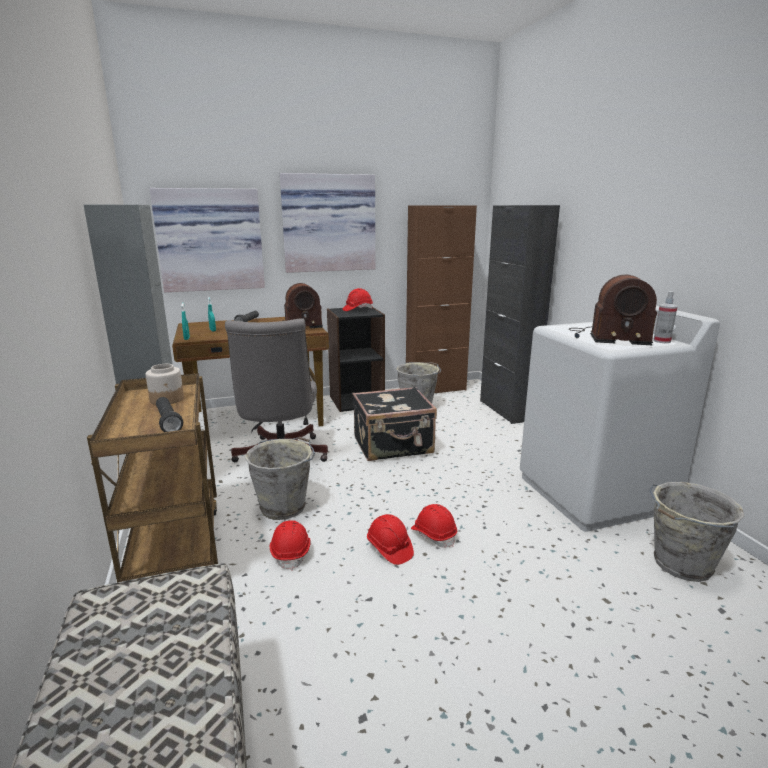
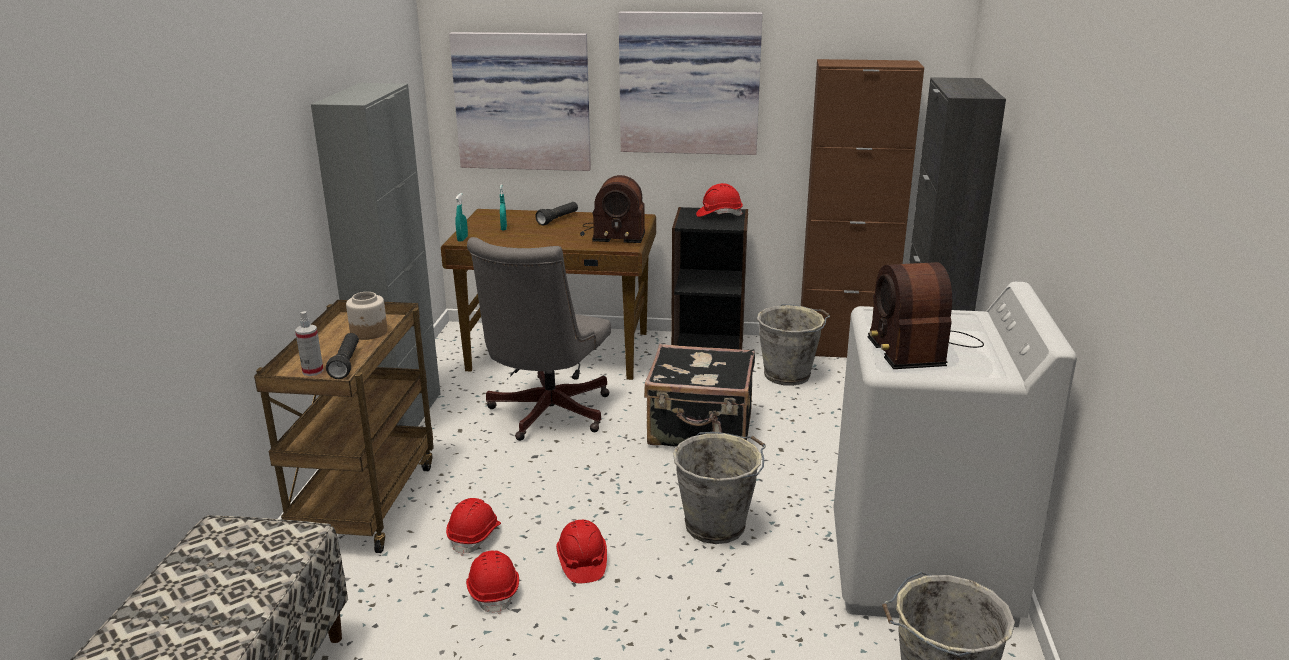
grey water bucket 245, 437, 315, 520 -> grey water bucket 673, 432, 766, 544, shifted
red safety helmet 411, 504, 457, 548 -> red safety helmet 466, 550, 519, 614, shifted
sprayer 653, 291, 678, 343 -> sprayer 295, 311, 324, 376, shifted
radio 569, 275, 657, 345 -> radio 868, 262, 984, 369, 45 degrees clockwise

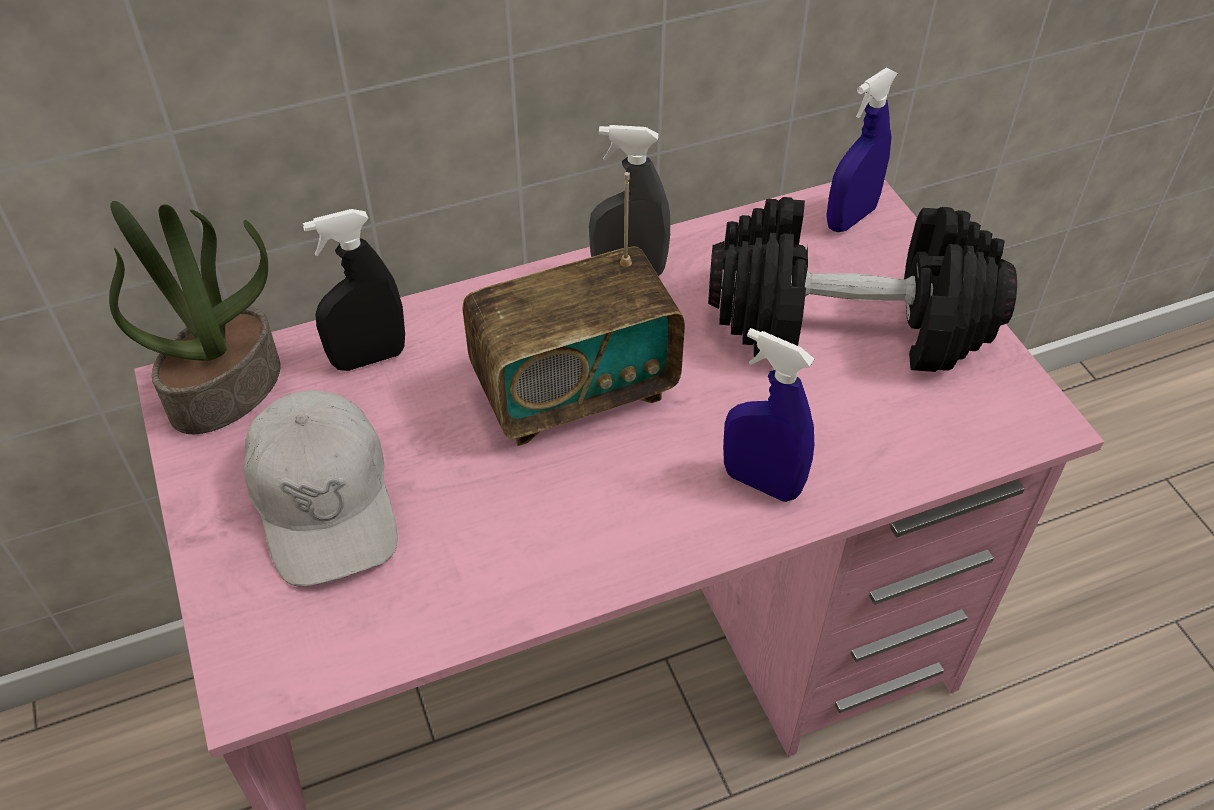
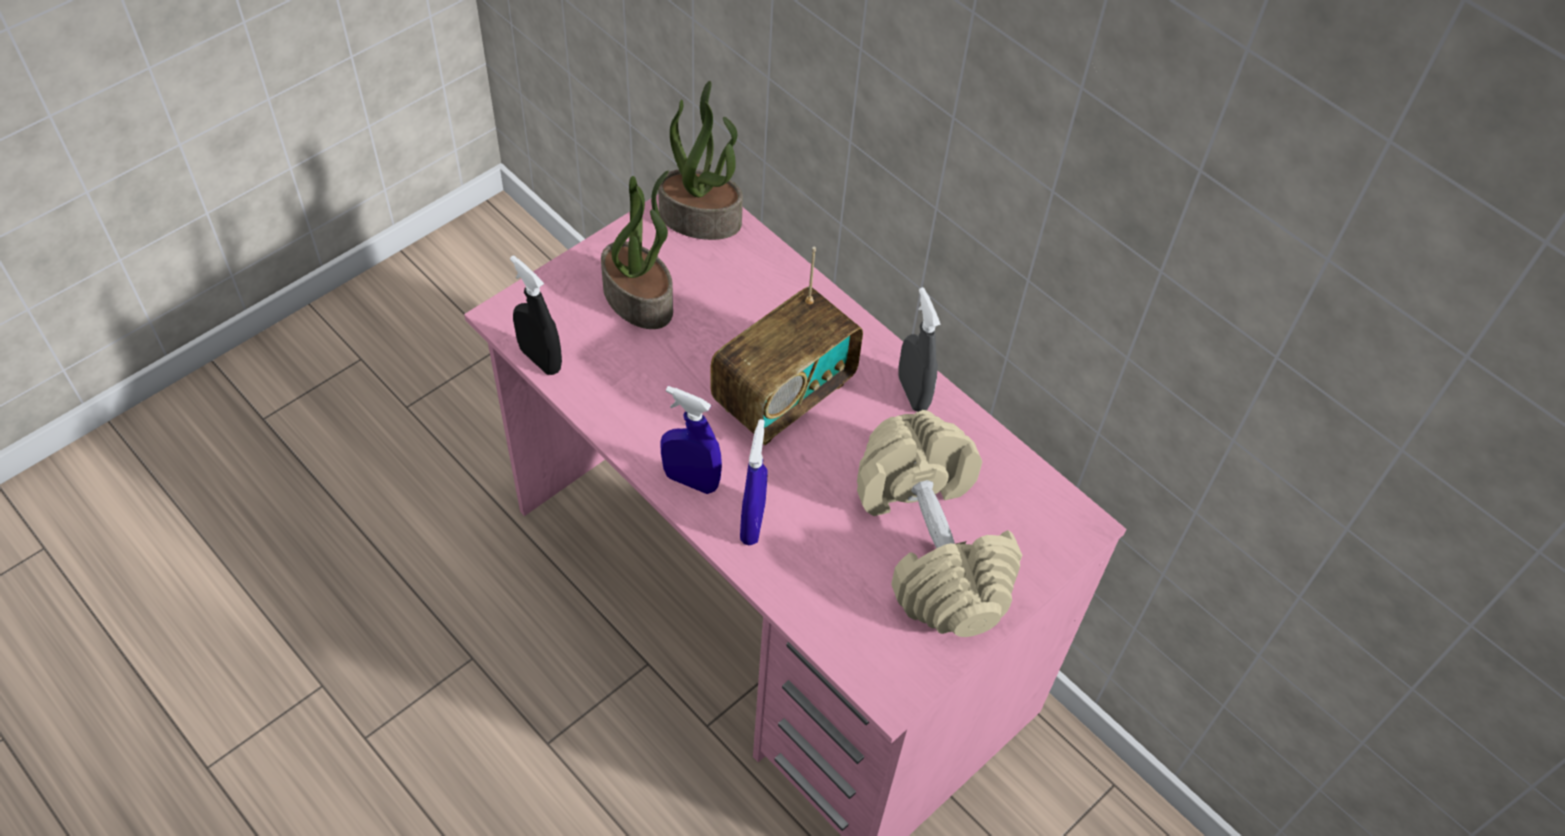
blackish sprayer 303, 209, 405, 371 -> blackish sprayer 510, 255, 562, 375, shifted
blue sprayer 826, 68, 898, 232 -> blue sprayer 660, 386, 722, 494, shifted
white-coloured peaked cap 244, 390, 398, 586 -> potted plant 601, 171, 673, 329
blackish free weight 708, 197, 1017, 372 -> sand-coloured free weight 857, 410, 1022, 637
radio 462, 172, 685, 446 -> radio 710, 247, 863, 445, 90 degrees counterclockwise

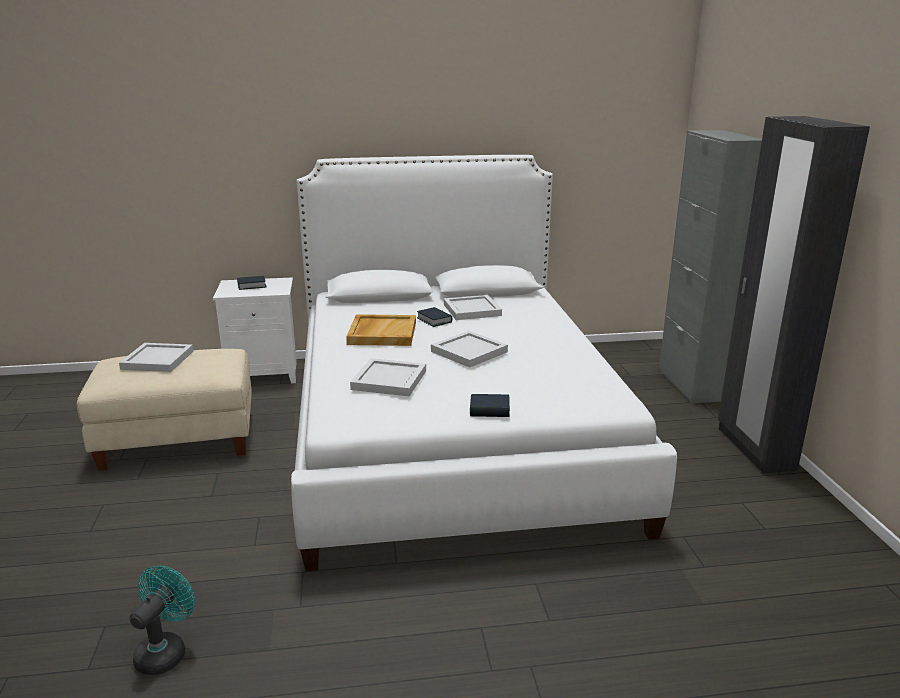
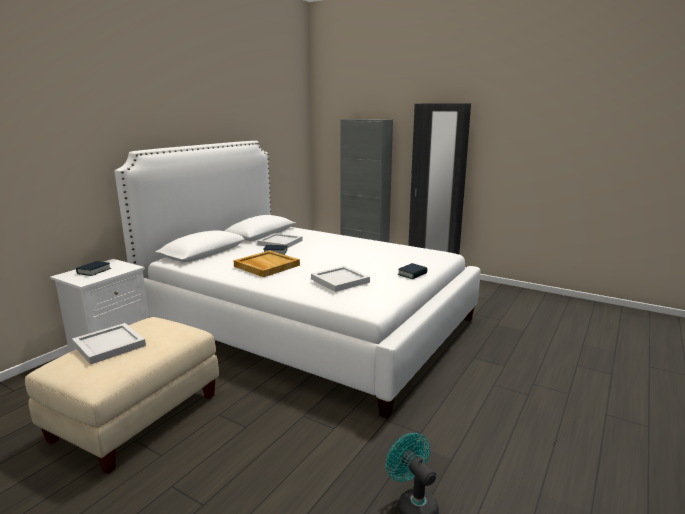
white-coloured tray 431, 331, 508, 368 -> none

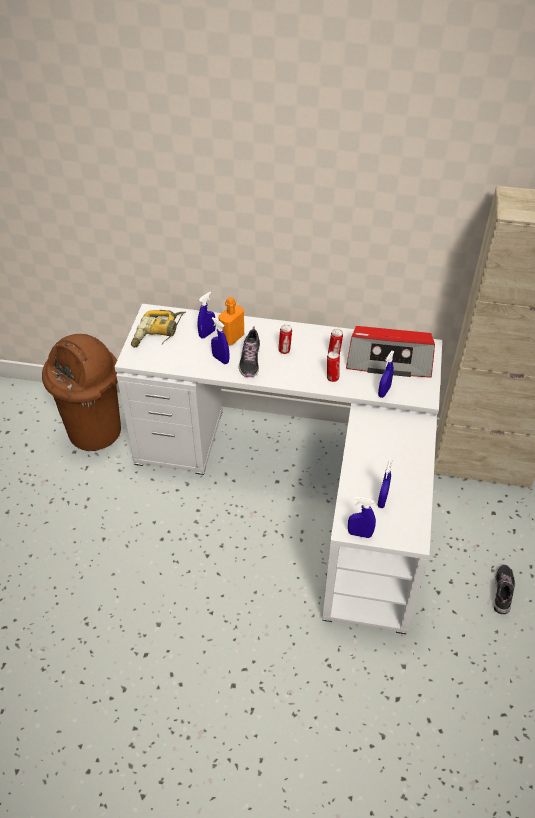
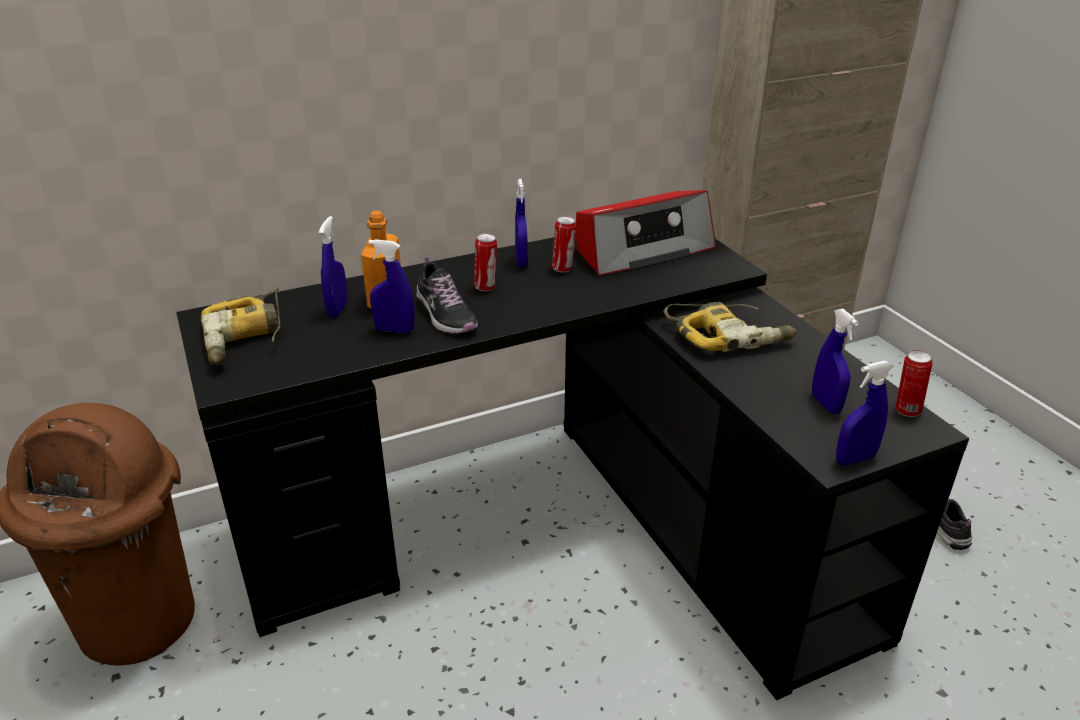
none -> power drill 663, 302, 797, 352
metal can 327, 351, 340, 382 -> metal can 896, 350, 933, 417, shifted
blue sprayer 378, 351, 394, 398 -> blue sprayer 515, 179, 528, 268, shifted
white-coloured desk table 115, 304, 442, 634 -> blackish desk table 176, 233, 969, 700

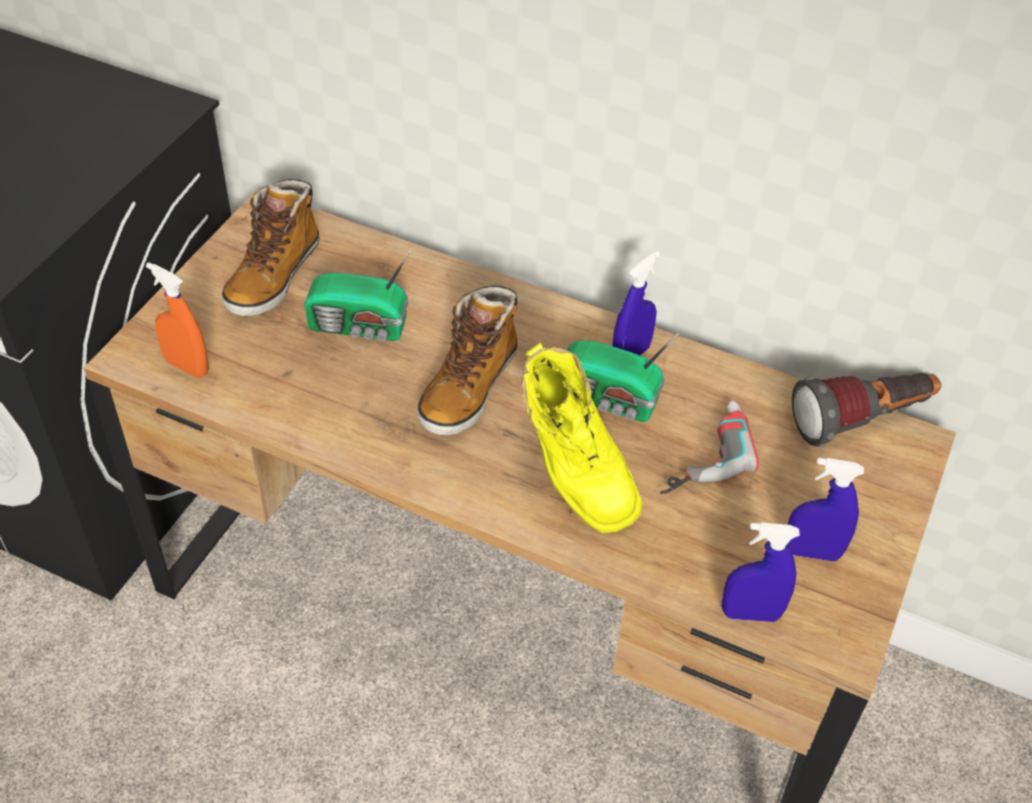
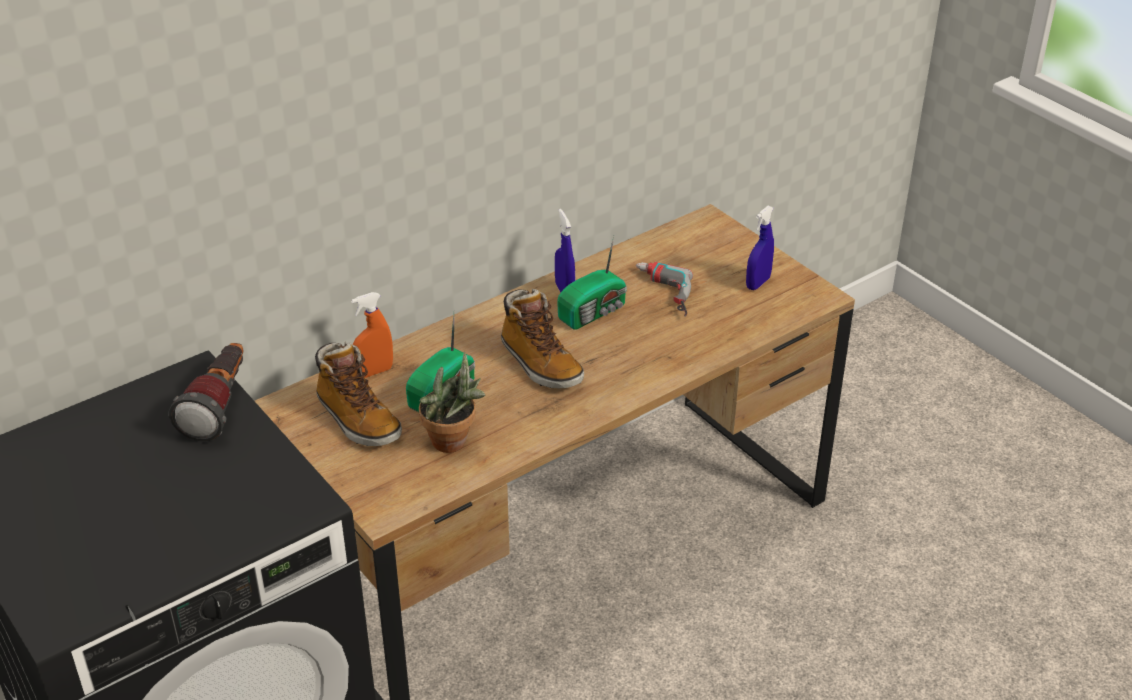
yellow boot 522, 343, 643, 533 -> none
blue sprayer 722, 522, 800, 622 -> none
none -> potted plant 419, 352, 485, 453
orangey sprayer 146, 262, 209, 378 -> orangey sprayer 351, 292, 393, 378, shifted
flashlight 792, 373, 941, 447 -> flashlight 169, 343, 243, 441, shifted

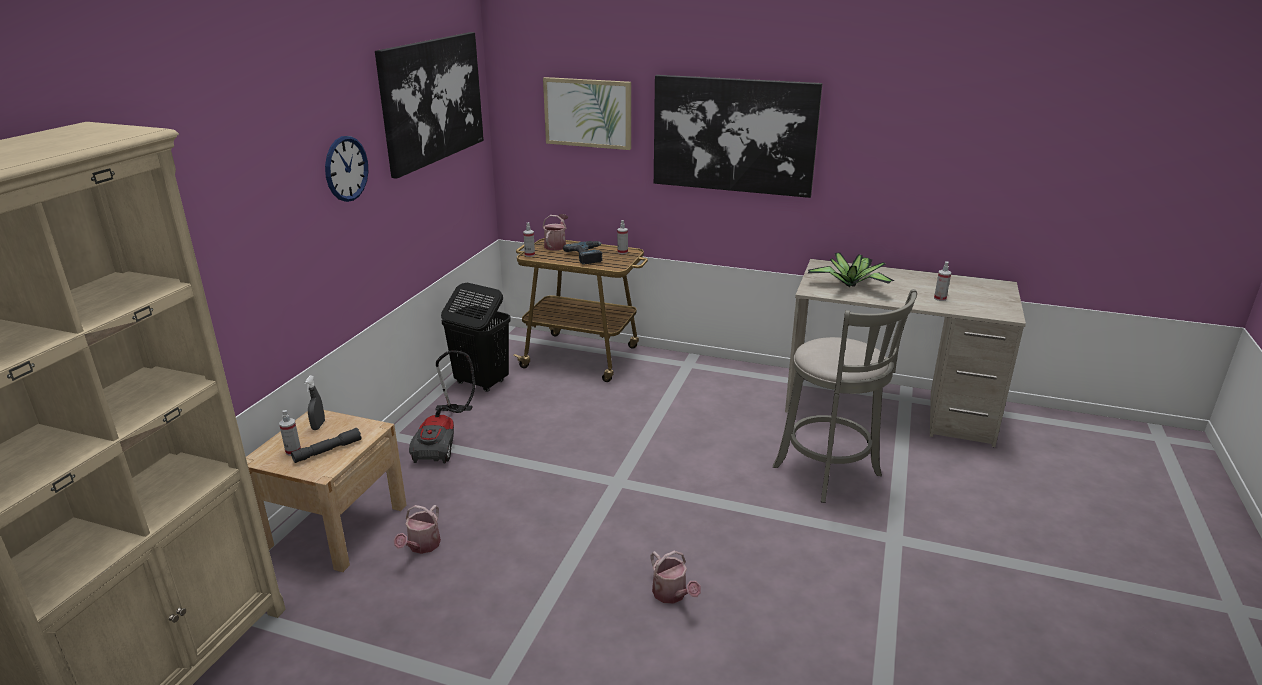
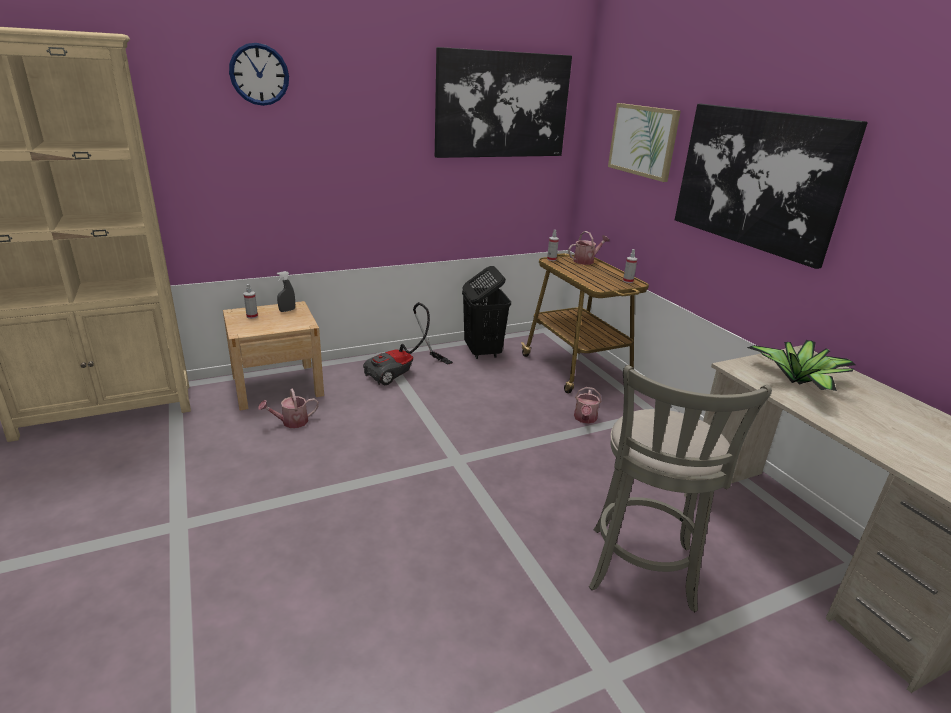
grey flashlight 291, 428, 362, 463 -> none
power drill 563, 241, 603, 265 -> none
sprayer 934, 262, 951, 301 -> none
hanging clock 325, 136, 368, 202 -> hanging clock 229, 43, 289, 106, shifted
watering can 650, 551, 701, 604 -> watering can 574, 387, 601, 424, shifted

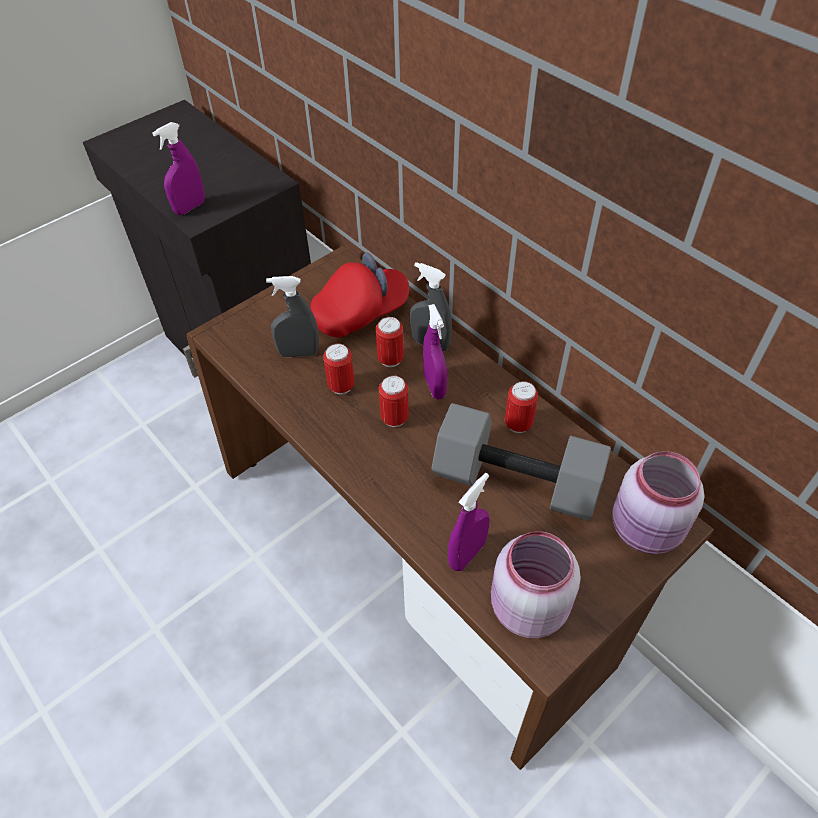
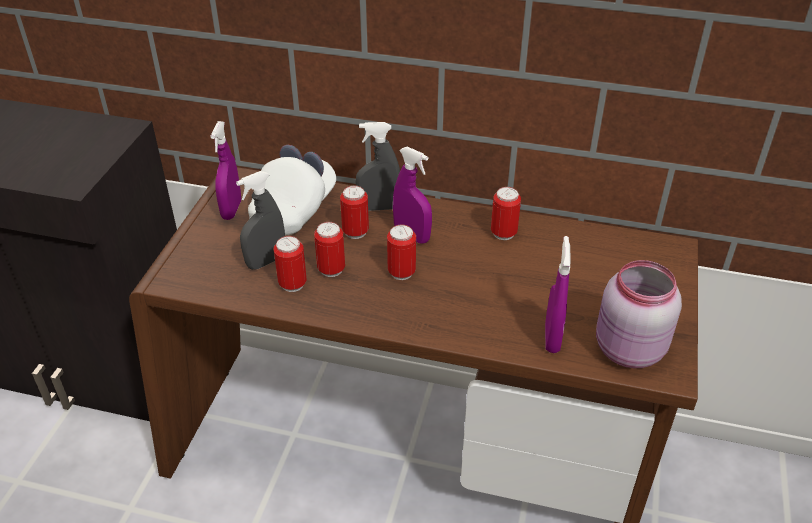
grey free weight 431, 403, 611, 521 -> none
pink storage jar 612, 451, 704, 554 -> none
none -> metal can 274, 236, 307, 292
purplish sprayer 152, 122, 205, 215 -> purplish sprayer 210, 121, 241, 220, shifted
red peaked cap 310, 252, 409, 338 -> white-coloured peaked cap 248, 145, 336, 235

